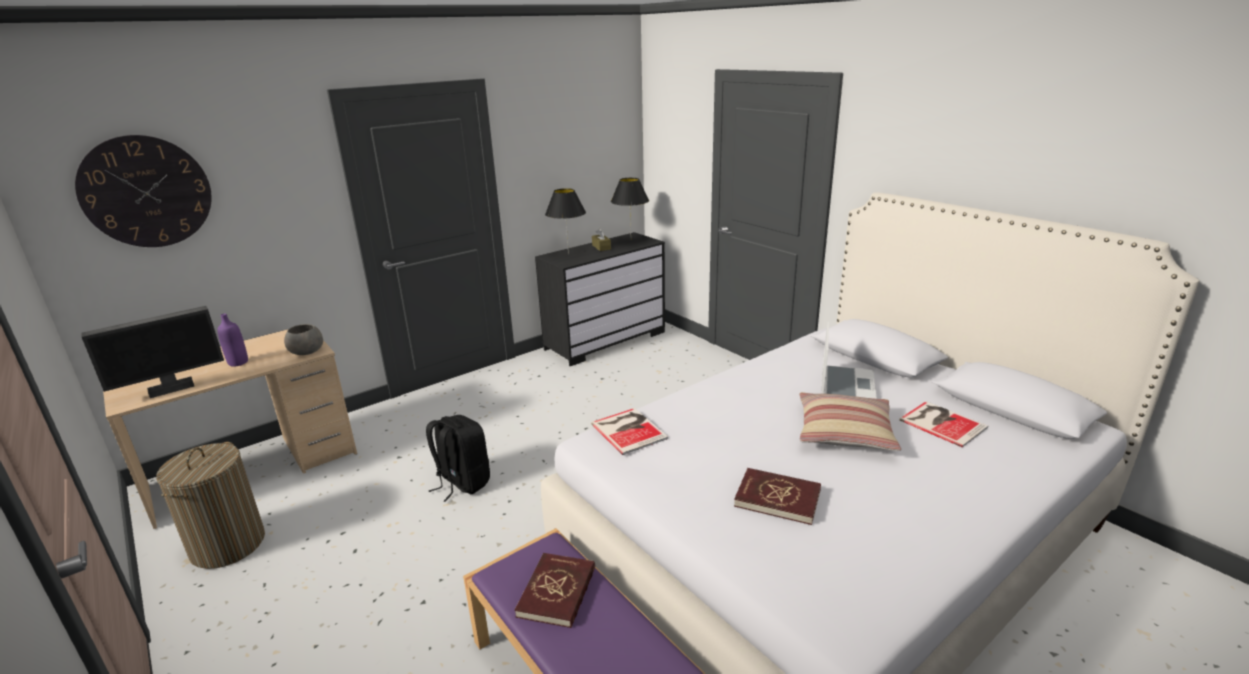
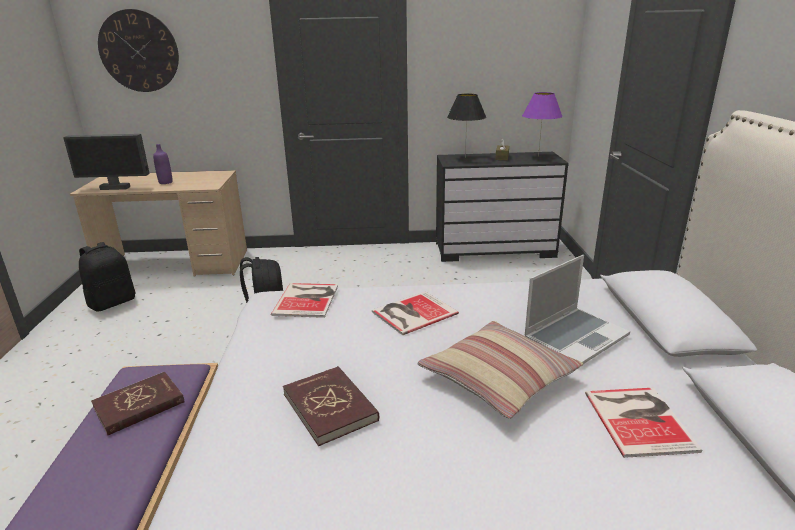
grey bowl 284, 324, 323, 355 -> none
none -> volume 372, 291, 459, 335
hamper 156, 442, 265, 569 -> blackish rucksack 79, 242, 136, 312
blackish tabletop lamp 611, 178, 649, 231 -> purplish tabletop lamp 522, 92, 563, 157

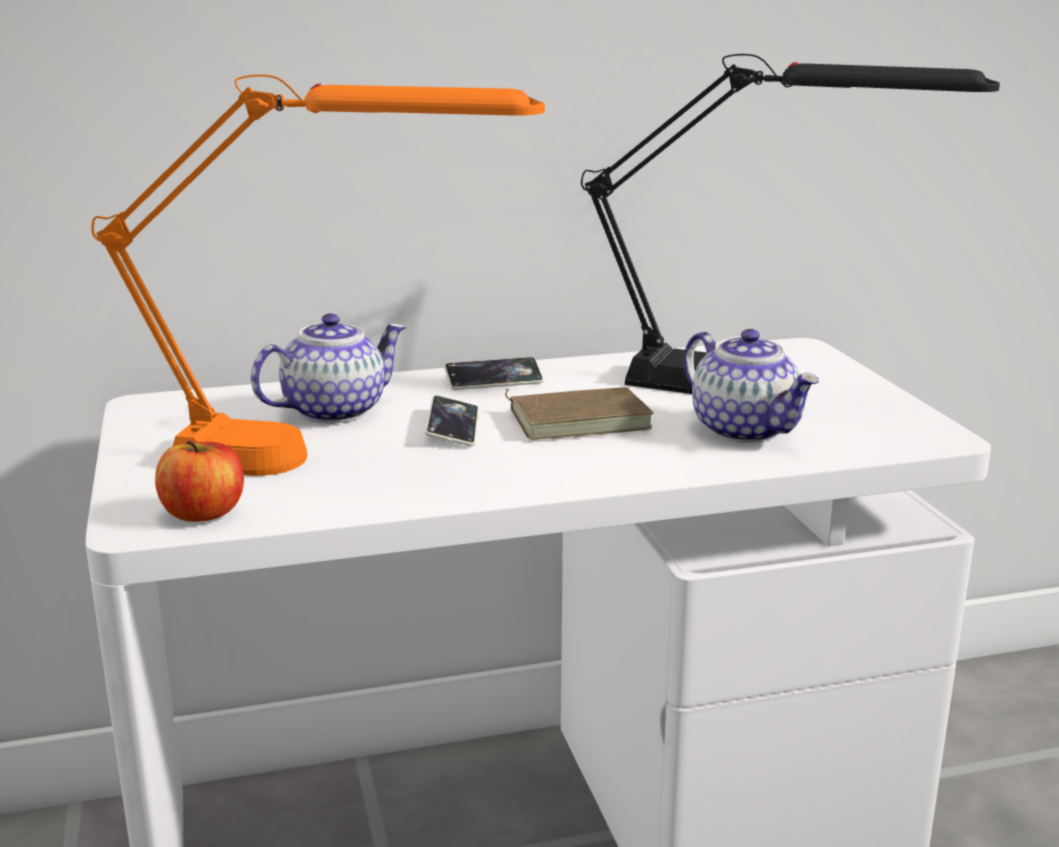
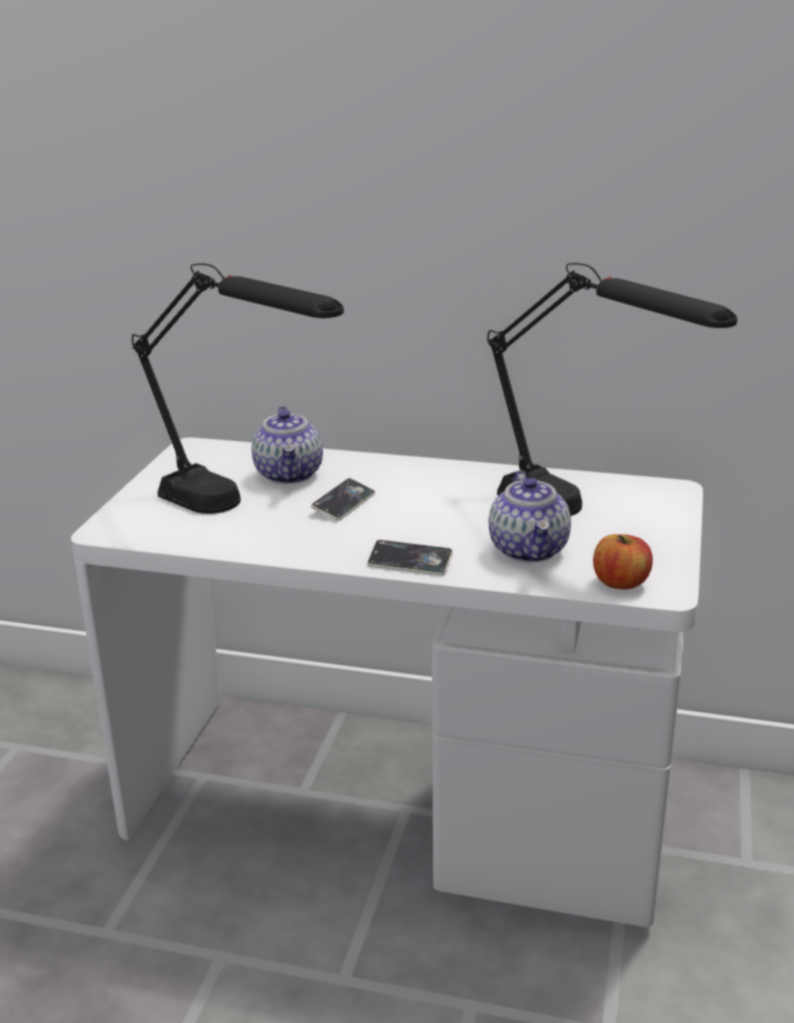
brownish volume 505, 387, 654, 440 -> none
apple fruit 155, 441, 244, 522 -> apple fruit 593, 534, 653, 589, shifted
telephone 444, 357, 544, 390 -> telephone 367, 540, 453, 575, shifted
orangey tabletop lamp 92, 75, 545, 476 -> blackish tabletop lamp 132, 263, 344, 514
tea pot 251, 313, 406, 424 -> tea pot 252, 406, 323, 484, 90 degrees clockwise

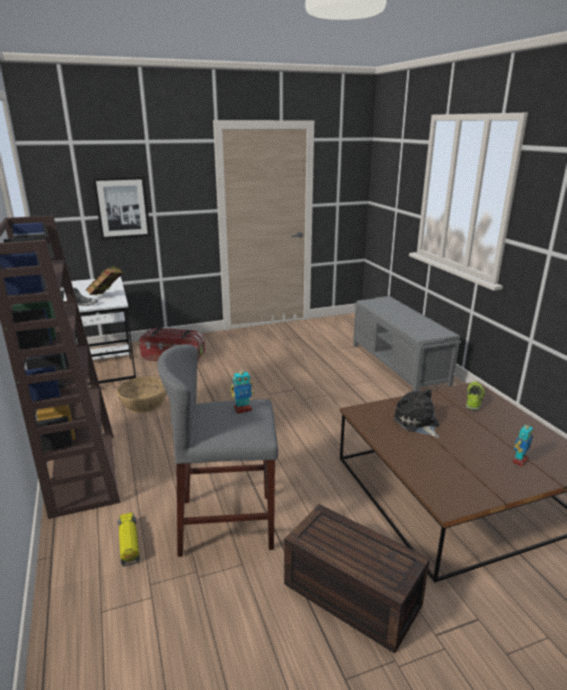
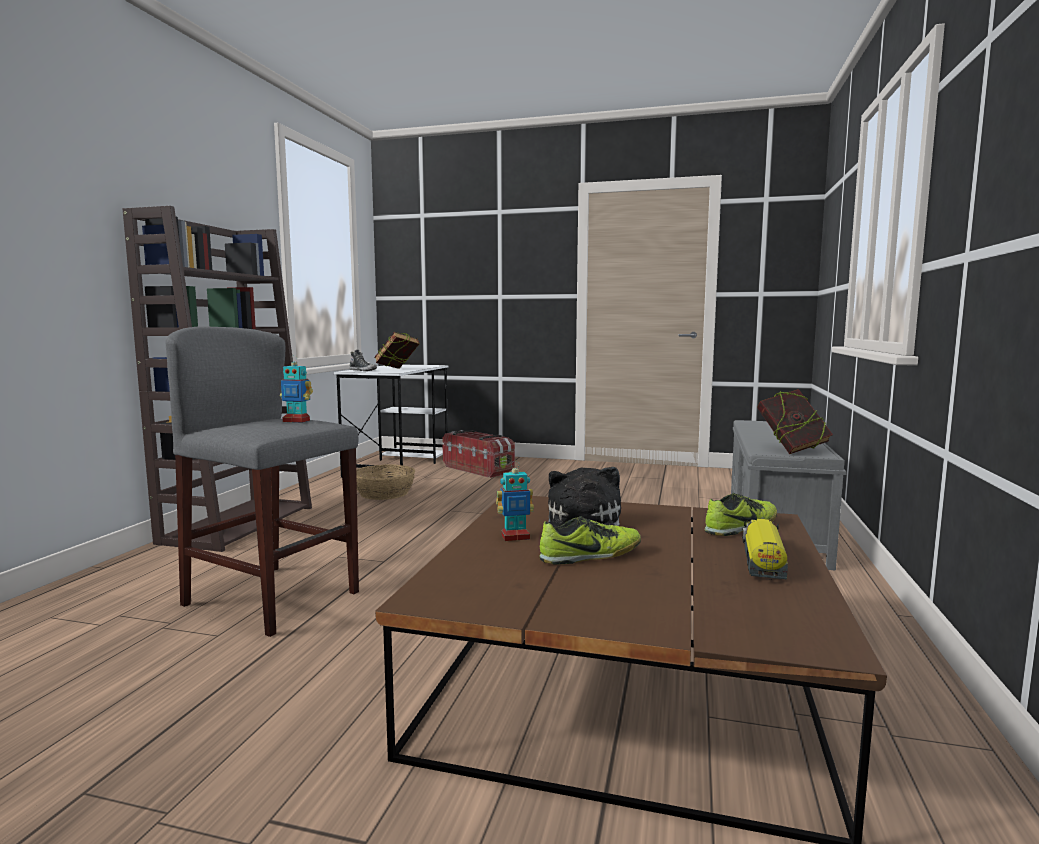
wall picture 93, 176, 151, 240 -> none
brownish storage box 284, 504, 430, 654 -> none
none -> low shoe 539, 516, 641, 564
none -> volume 757, 389, 833, 454
toy lorry 117, 512, 140, 567 -> toy lorry 742, 519, 788, 580, shifted
model robot 513, 423, 533, 467 -> model robot 496, 461, 534, 541, shifted

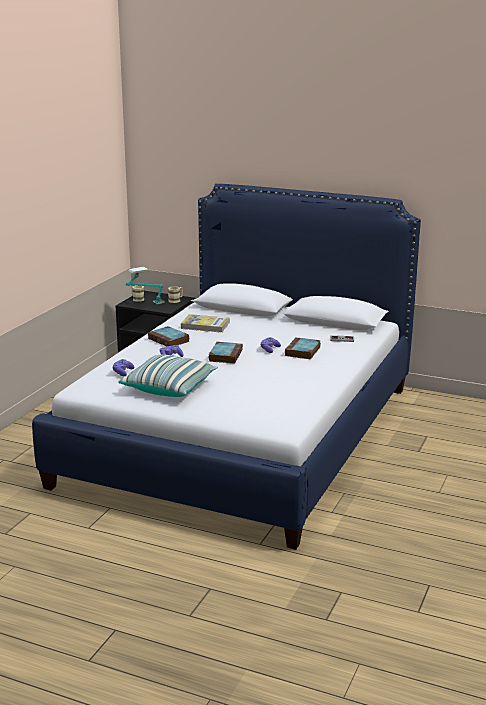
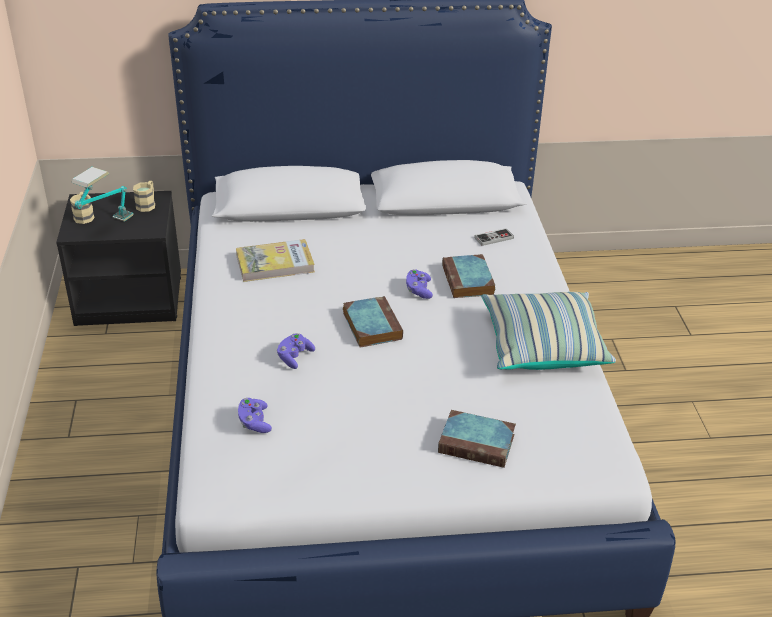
throw pillow 118, 355, 218, 397 -> throw pillow 481, 292, 616, 370, shifted
volume 148, 326, 190, 346 -> volume 438, 410, 516, 468, shifted

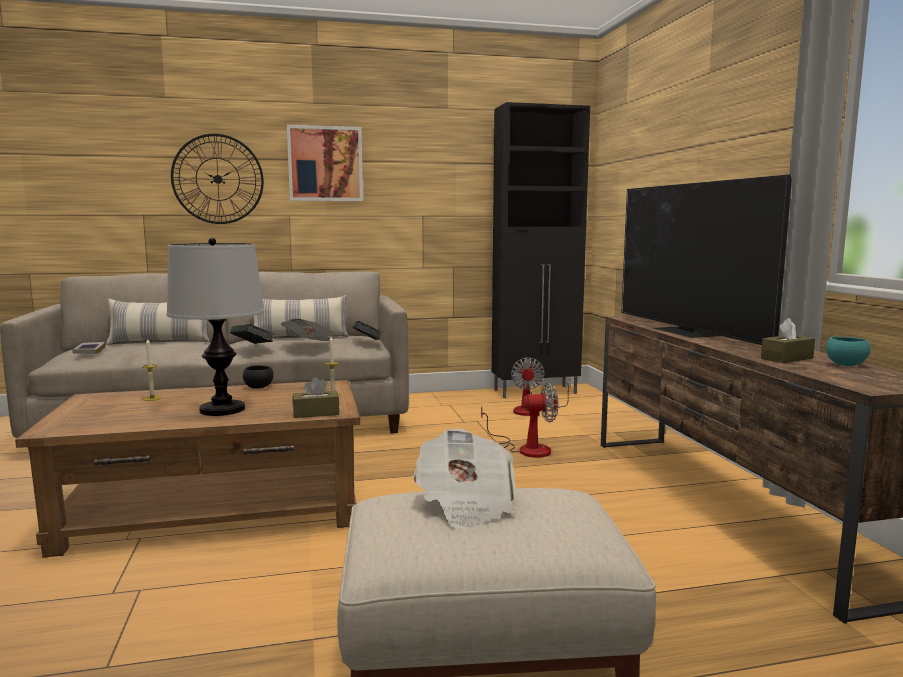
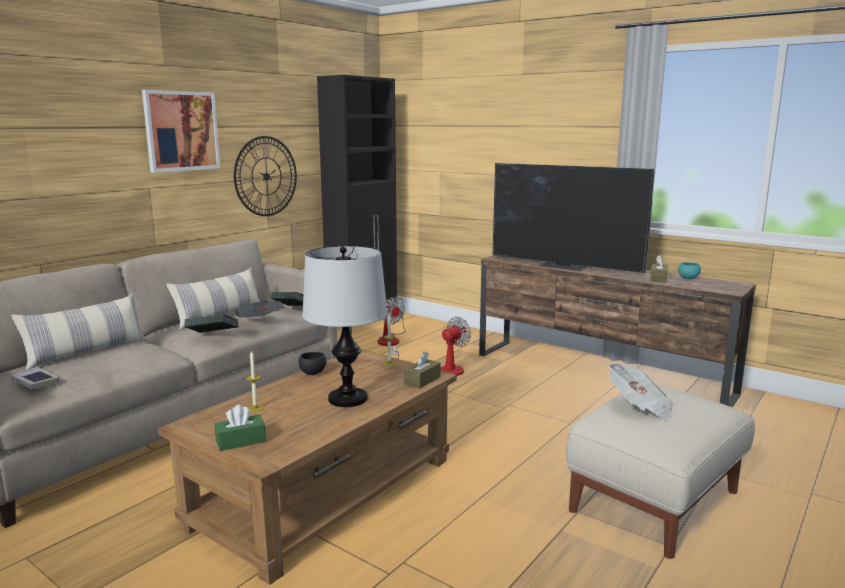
none -> green-coloured box of tissues 215, 405, 266, 451
hanging clock 171, 134, 264, 224 -> hanging clock 234, 136, 297, 216, shifted

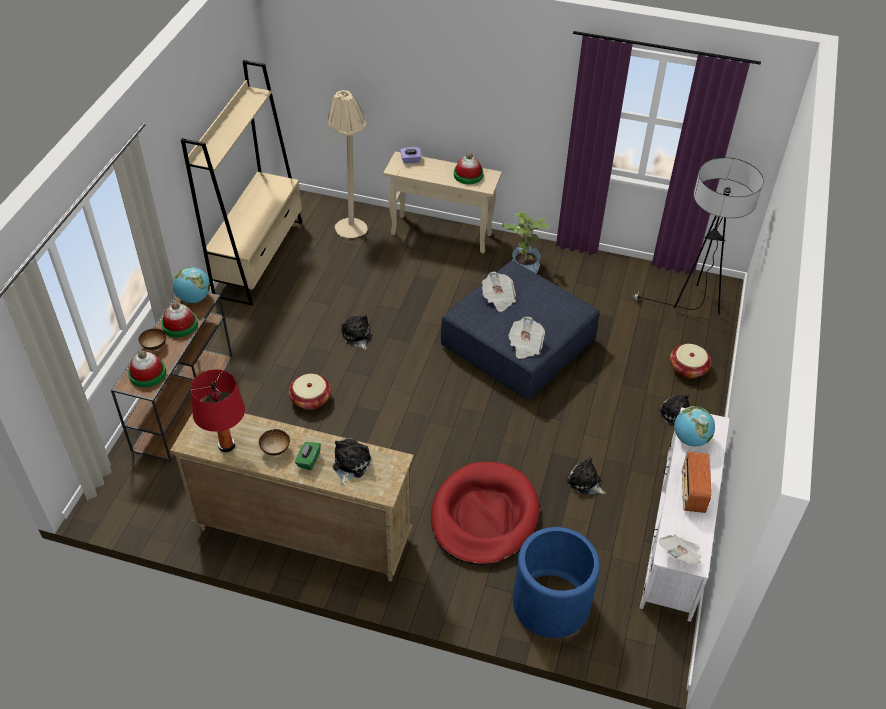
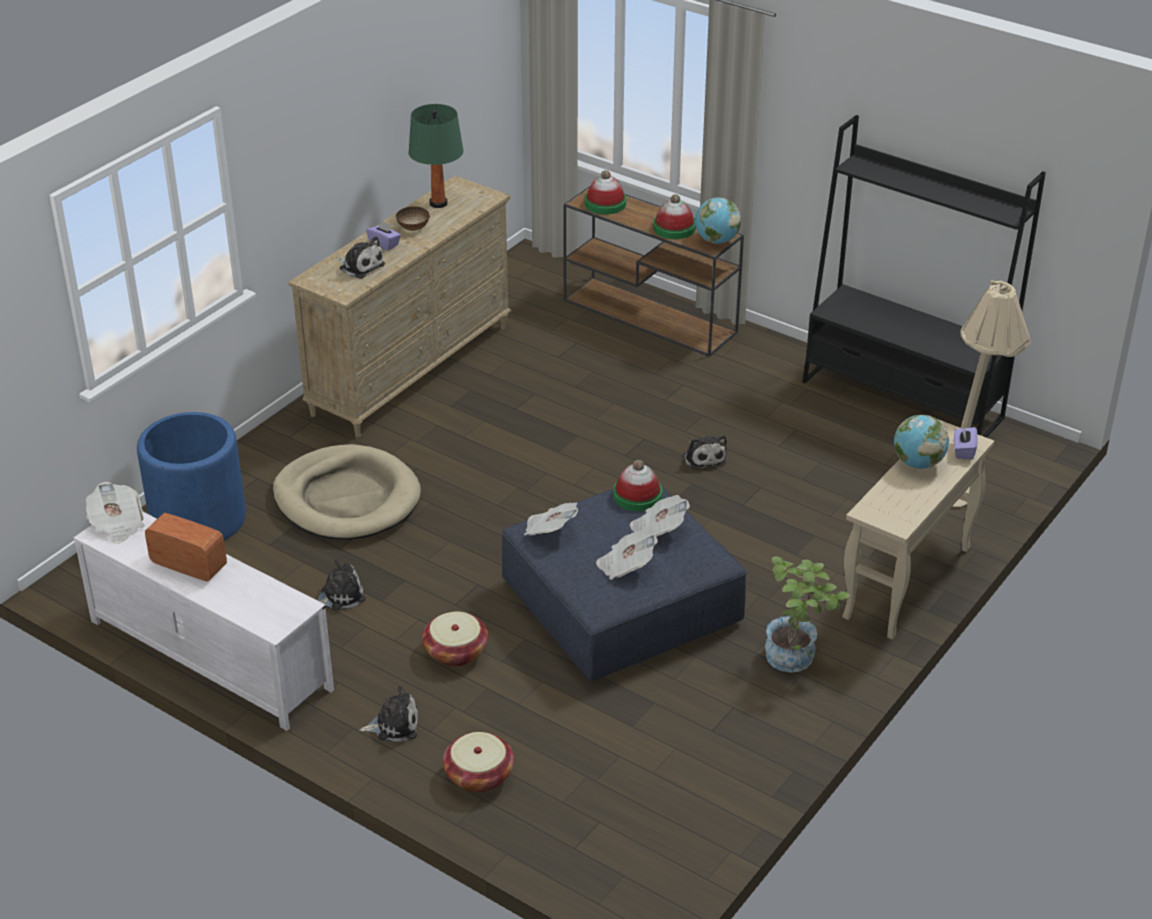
bowl 139, 328, 166, 350 -> none
standard lamp 631, 157, 763, 315 -> none
none -> printed paper 596, 530, 658, 580
household basket 289, 374, 331, 410 -> household basket 422, 611, 488, 667, shifted
clothing hat 454, 153, 484, 184 -> clothing hat 613, 460, 662, 511, shifted
world globe 674, 406, 715, 446 -> world globe 894, 415, 949, 469, shifted
sand-coloured bookshelf 181, 60, 302, 305 -> blackish bookshelf 802, 115, 1046, 438
red tabletop lamp 191, 369, 245, 452 -> green-coloured tabletop lamp 408, 104, 463, 208
green-coloured box of tissues 295, 442, 321, 470 -> purplish box of tissues 366, 221, 401, 251
red dog cushion 431, 462, 539, 565 -> sand-coloured dog cushion 273, 444, 421, 540
cuddly toy 341, 315, 371, 350 -> cuddly toy 683, 435, 727, 470, 75 degrees clockwise

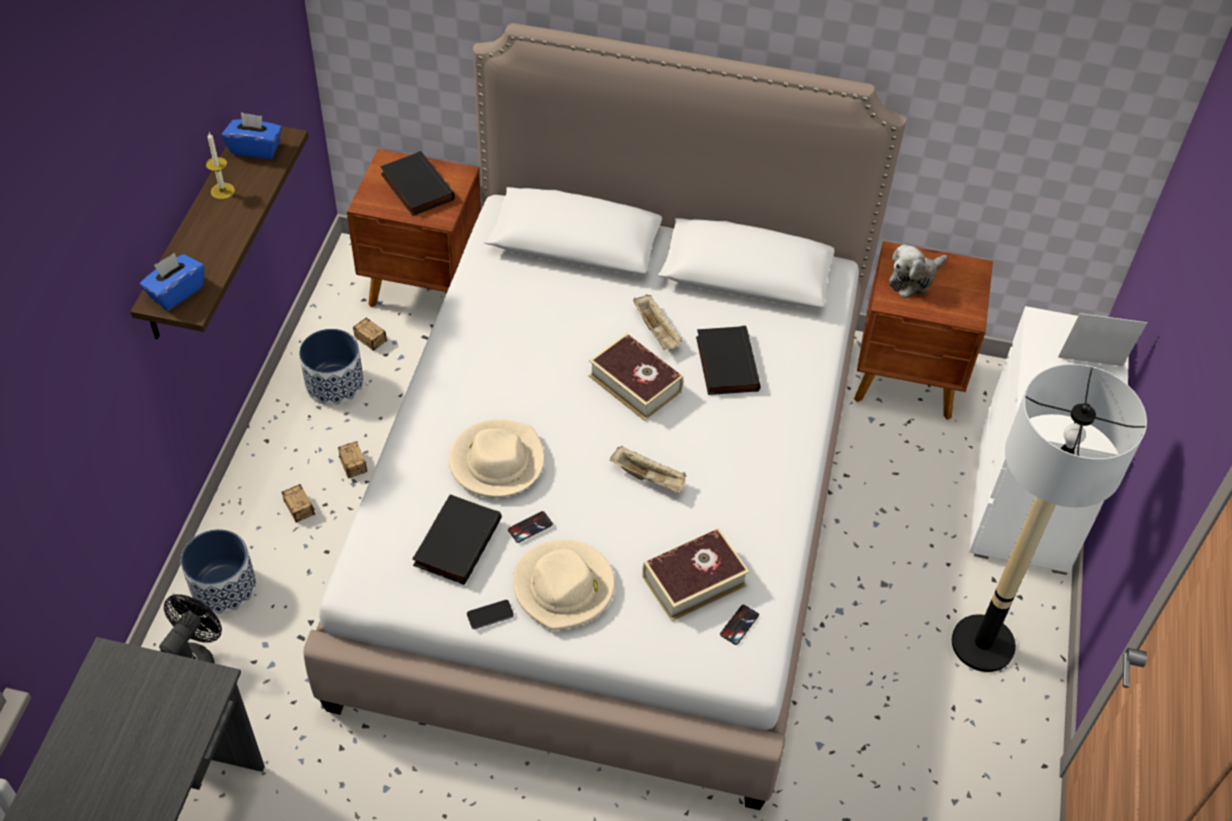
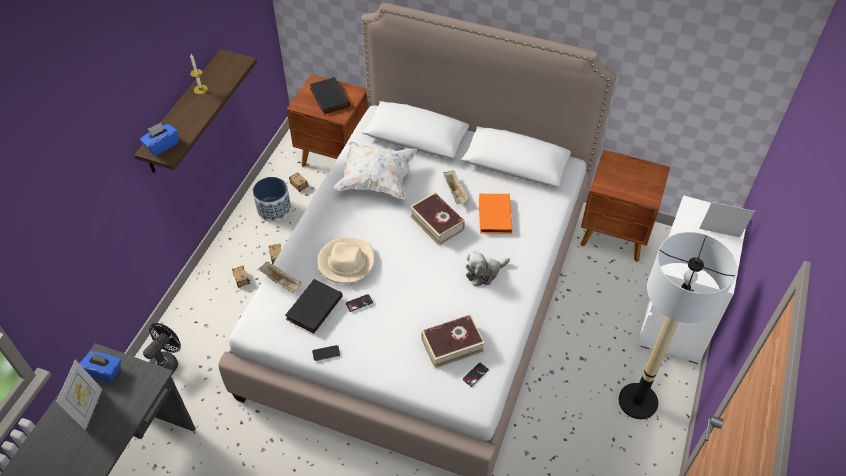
flower pot 181, 529, 256, 614 -> none
sand-coloured clothing hat 513, 540, 615, 630 -> none
none -> standing frame 56, 360, 102, 430
none -> white-coloured throw pillow 334, 141, 417, 199
blue box of tissues 222, 112, 282, 159 -> blue box of tissues 79, 351, 121, 382, shifted
sand-coloured tray 610, 446, 687, 493 -> sand-coloured tray 259, 262, 302, 293, shifted
cuddly toy 889, 244, 947, 298 -> cuddly toy 466, 251, 510, 286, shifted
blackish volume 696, 326, 761, 395 -> orangey volume 479, 194, 512, 234

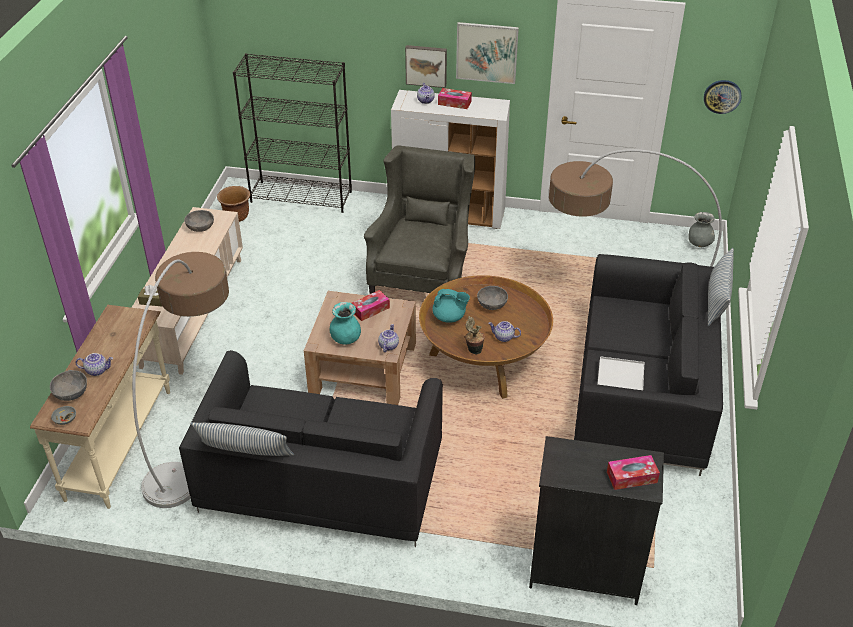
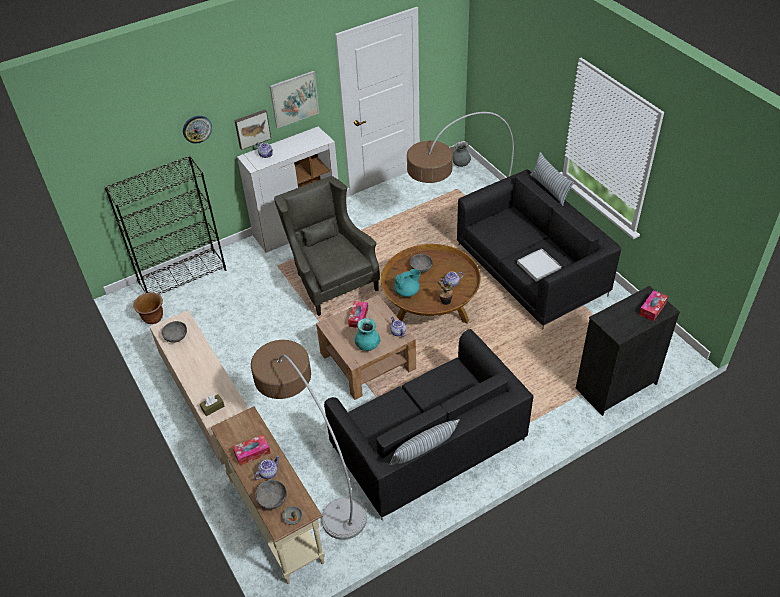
box of tissues 438, 88, 472, 109 -> box of tissues 233, 434, 270, 466, shifted
hanging clock 704, 80, 742, 114 -> hanging clock 183, 116, 212, 144, shifted

